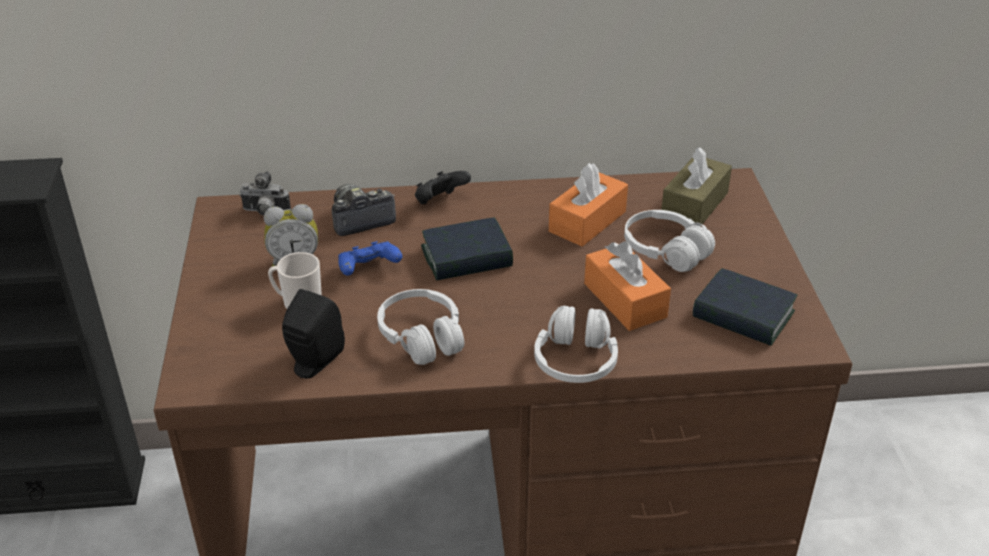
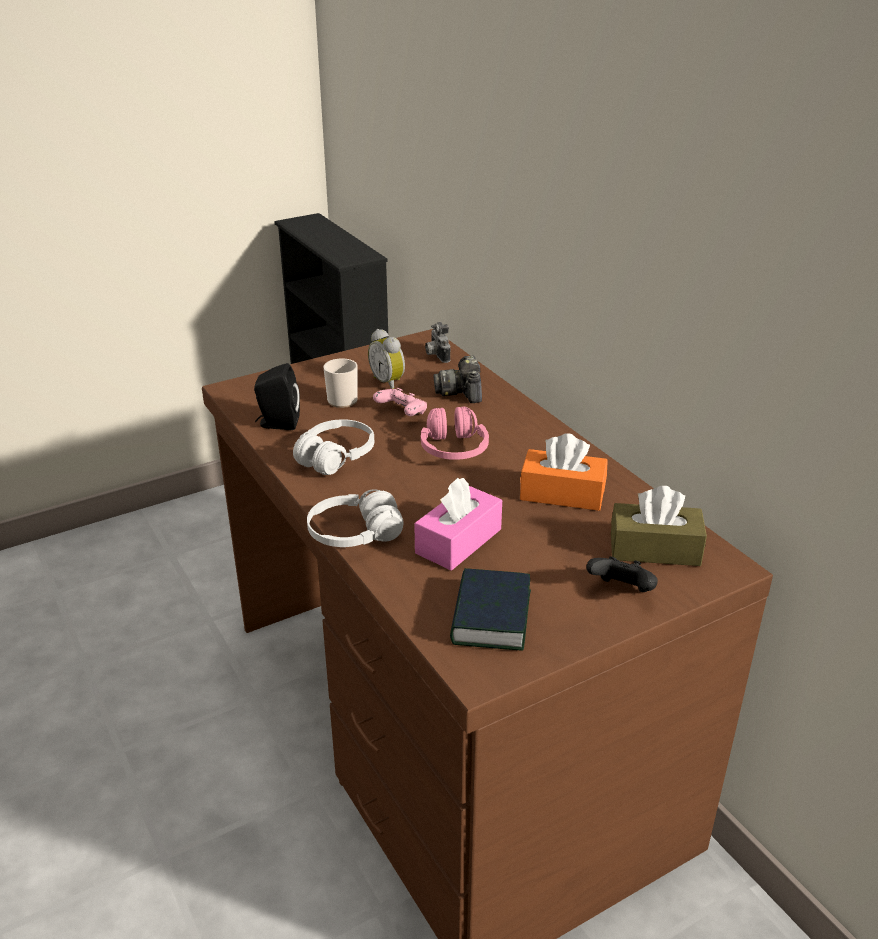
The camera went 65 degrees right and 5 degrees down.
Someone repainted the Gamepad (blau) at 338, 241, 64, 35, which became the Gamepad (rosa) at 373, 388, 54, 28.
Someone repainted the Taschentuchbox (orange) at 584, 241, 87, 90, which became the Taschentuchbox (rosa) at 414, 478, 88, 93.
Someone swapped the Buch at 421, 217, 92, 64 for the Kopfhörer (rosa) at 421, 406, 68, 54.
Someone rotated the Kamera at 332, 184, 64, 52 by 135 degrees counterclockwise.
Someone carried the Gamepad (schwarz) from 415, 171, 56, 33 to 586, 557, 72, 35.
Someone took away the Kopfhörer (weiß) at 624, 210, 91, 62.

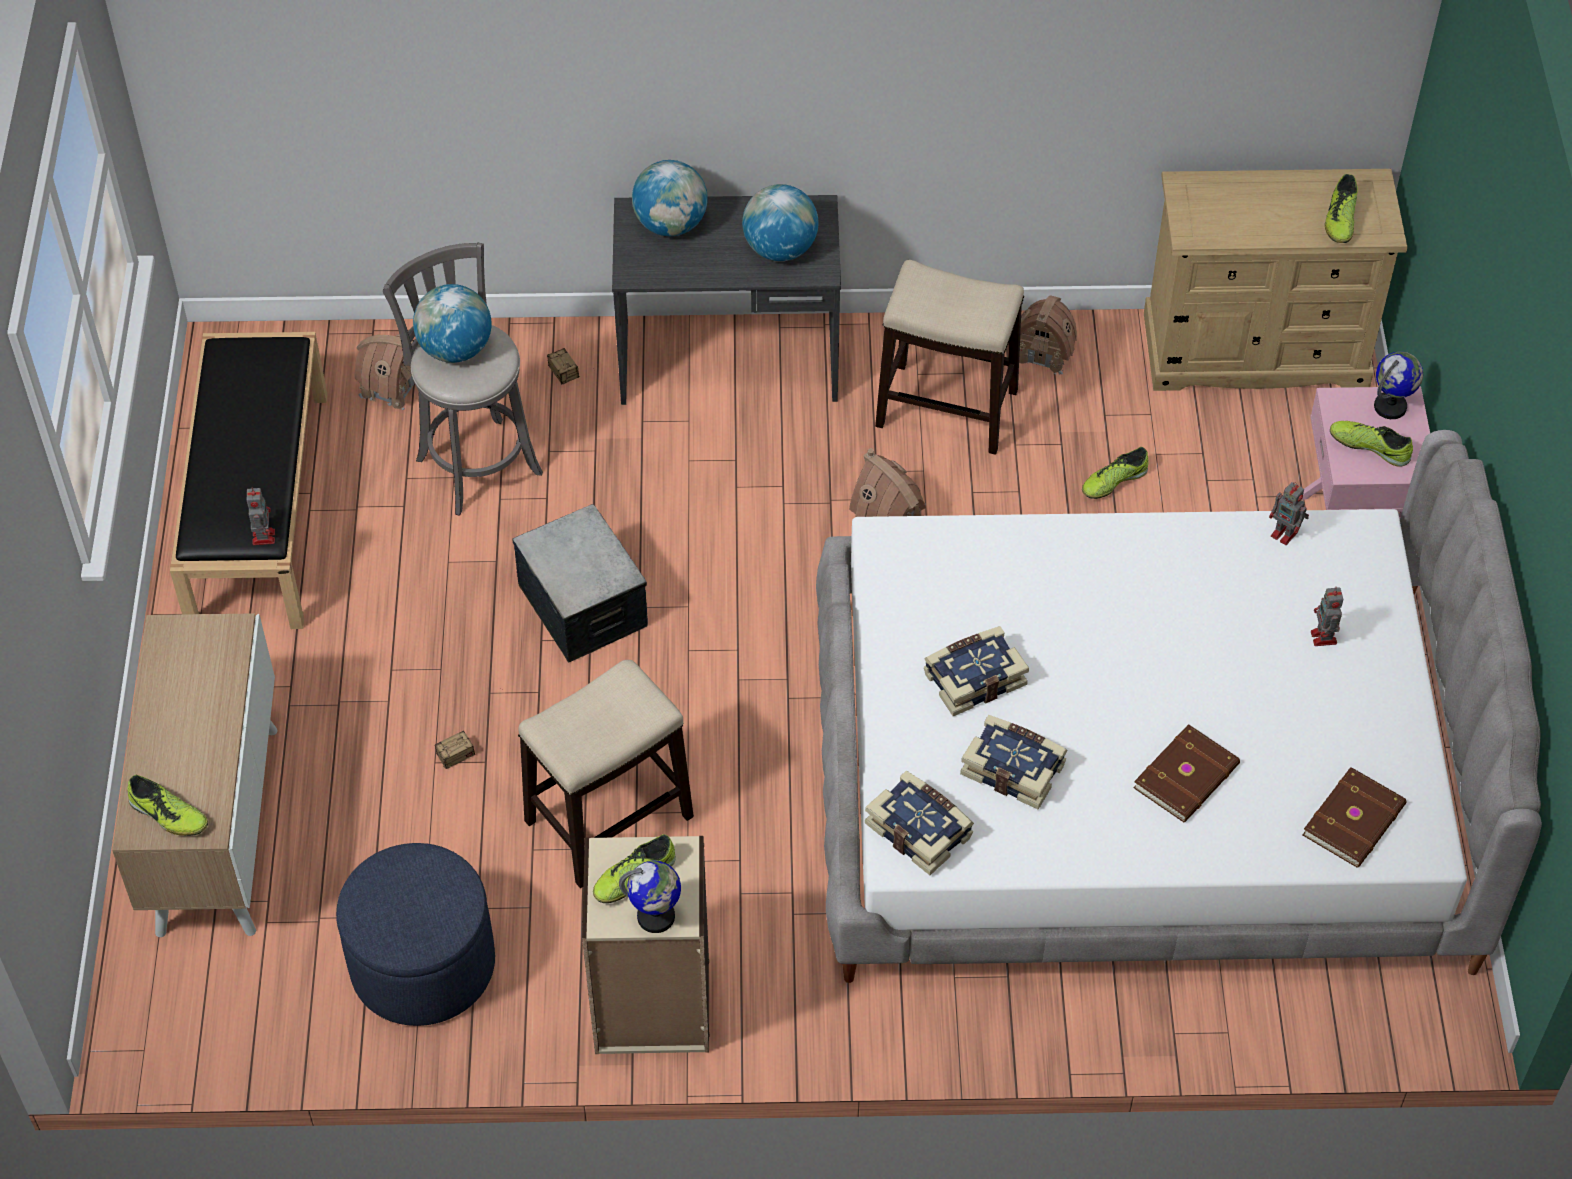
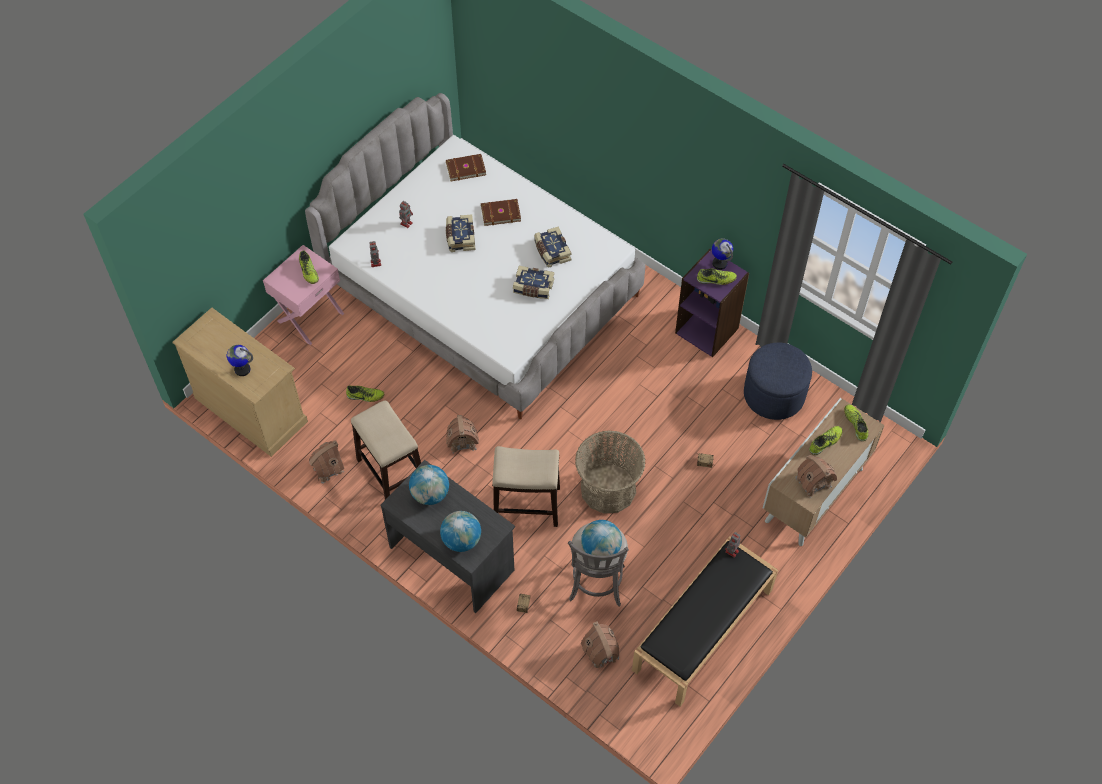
The camera went 140 degrees left and 5 degrees up.
Someone carried the Globus from 1374, 352, 49, 67 to 227, 345, 26, 31.
Someone carried the Buch from 865, 771, 109, 104 to 446, 214, 30, 38.
Someone carried the Hocker from 518, 660, 176, 228 to 492, 446, 68, 81.
Someone swapped the Aufbewahrungsbox at 512, 504, 136, 159 for the Korb at 575, 431, 70, 83.
Someone repainted the Bücherregal (beige) at 582, 836, 127, 218, which became the Bücherregal (lila) at 675, 249, 74, 108.
Someone put down the Spielzeughaus at 795, 455, 42, 43.
Someone carried the Schuh from 1325, 174, 33, 69 to 809, 426, 34, 29.

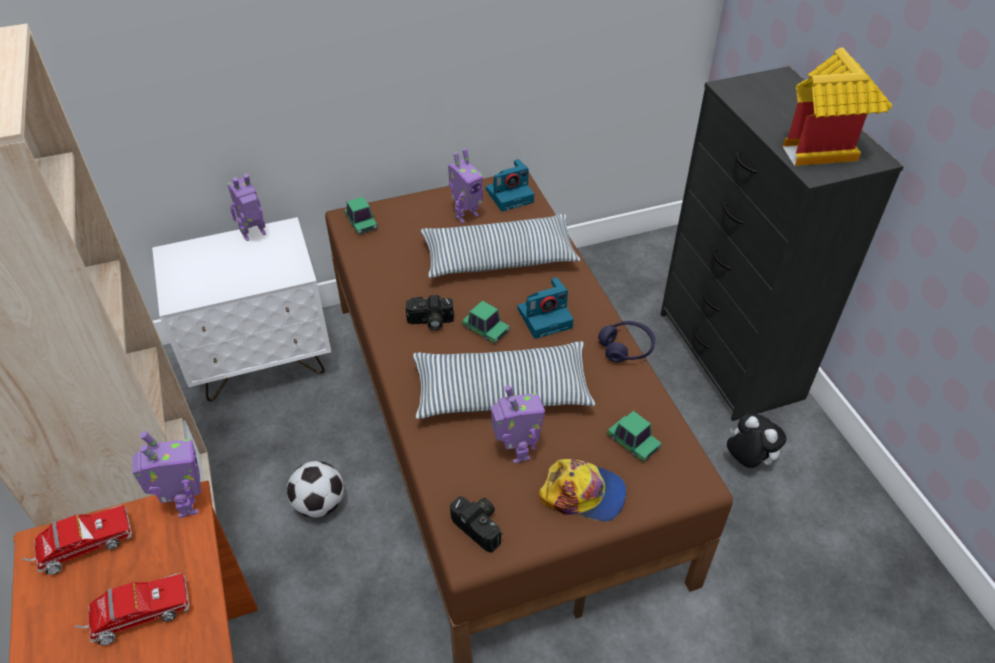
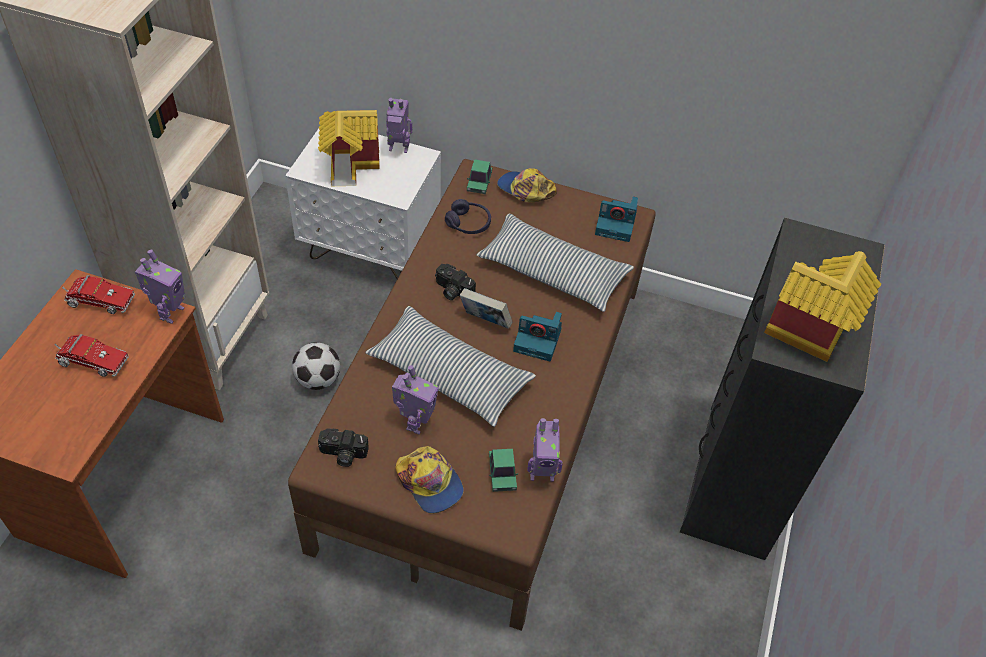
The camera went 35 degrees right and 5 degrees up.
Someone put down the Spielzeughaus at 318, 110, 62, 76.
Someone rotated the Kamera at 450, 496, 53, 57 by 105 degrees clockwise.
Someone carried the Kopfhörer (lila) from 598, 321, 57, 41 to 445, 199, 46, 35.
Someone swapped the Spielzeugauto at 462, 301, 48, 43 for the Buch at 460, 288, 53, 41.
Someone put down the Kappe at 497, 168, 60, 35.
Someone carried the Spielzeugroboter from 448, 149, 35, 74 to 527, 418, 36, 64.
Someone took away the Plüschtier at 727, 413, 59, 55.

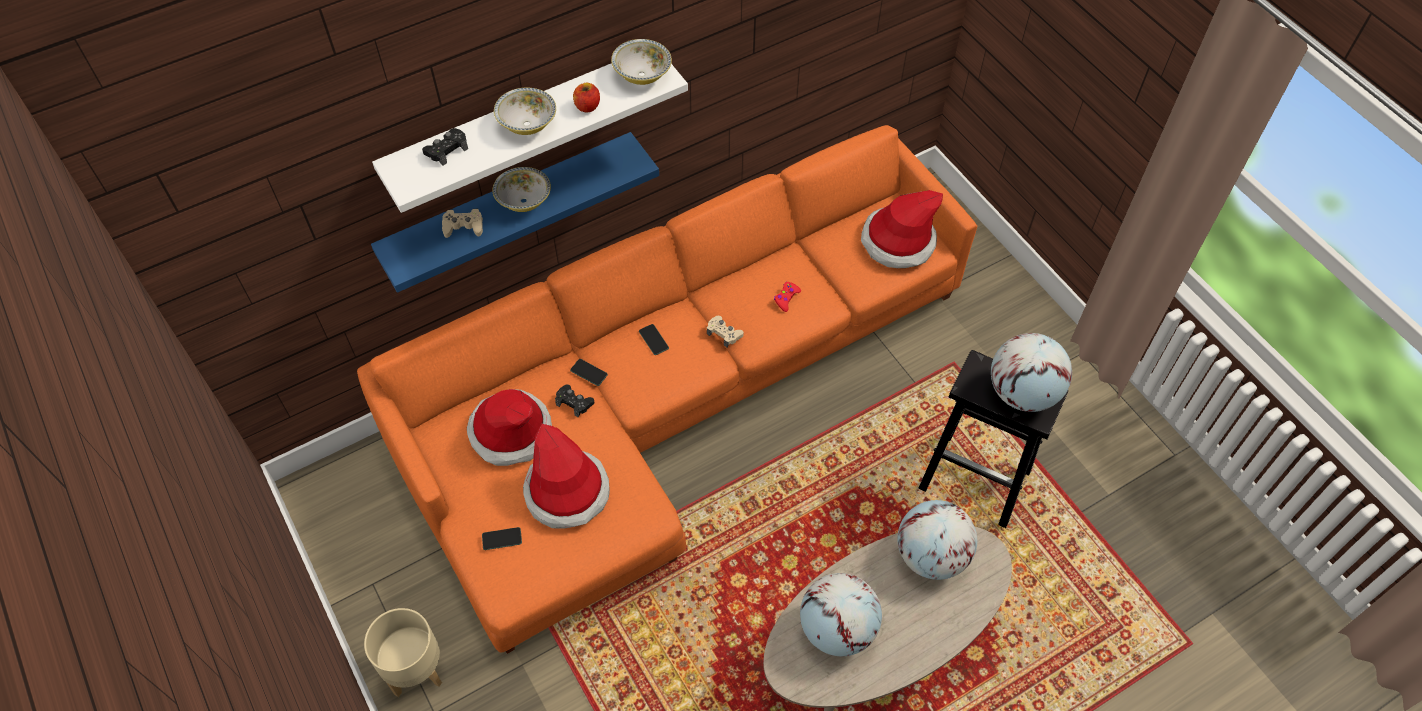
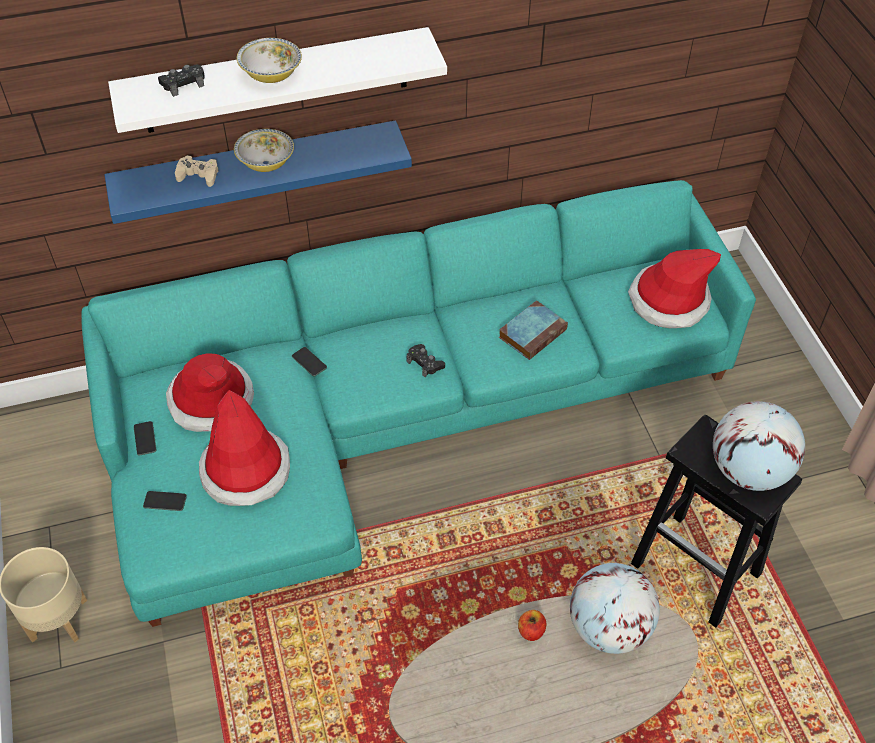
The camera went 15 degrees right and 5 degrees down.
Someone repainted the Sofa (orange) at 357, 125, 621, 529, which became the Sofa (türkis) at 82, 180, 674, 447.
Someone carried the Handy from 639, 324, 30, 31 to 134, 421, 22, 35.
Someone carried the Gamepad (schwarz) from 555, 384, 39, 33 to 406, 344, 39, 34.
Someone swapped the Gamepad (rot) at 774, 282, 27, 30 for the Buch at 499, 300, 69, 60.
Someone carried the Apfel from 573, 83, 27, 29 to 518, 610, 28, 31.
Someone took away the Schüssel at 611, 39, 61, 46.
Someone took away the Gamepad (beige) at 707, 316, 37, 31.
Someone took away the Globus at 800, 573, 82, 83.

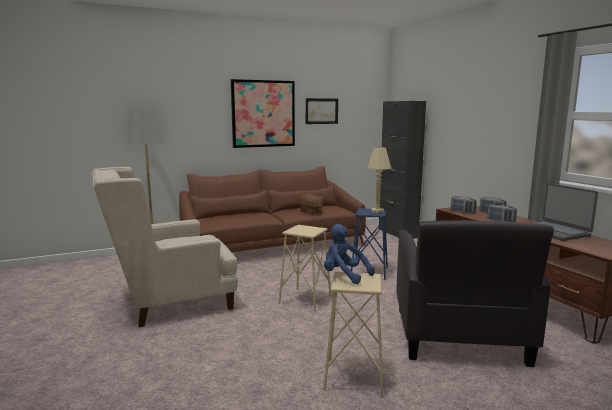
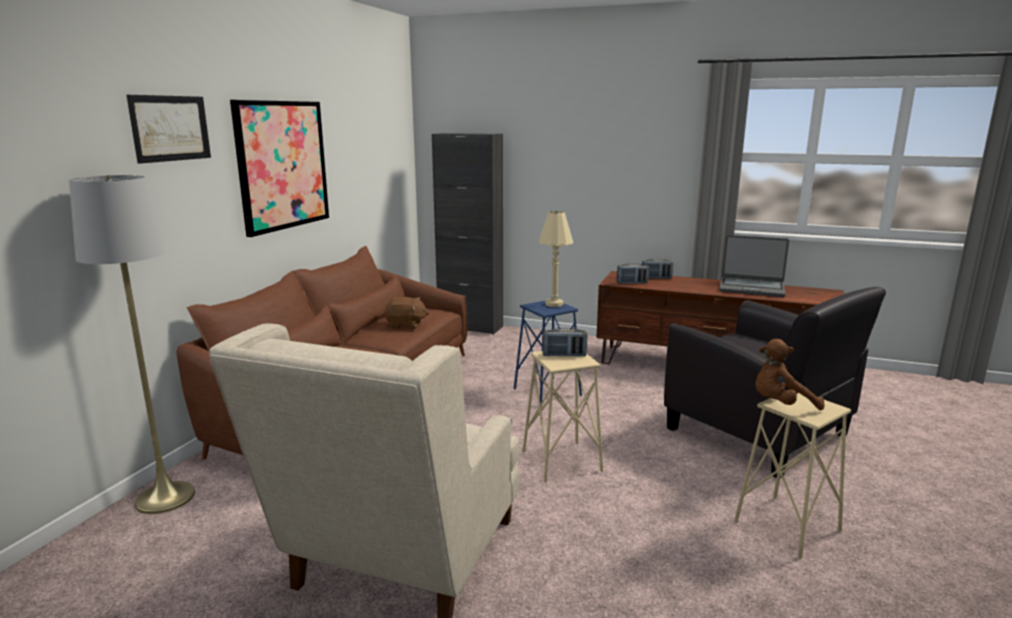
The camera went 45 degrees left and 5 degrees up.
Someone carried the Bild from 306, 98, 32, 26 to 126, 95, 85, 69.
Someone carried the Radio from 487, 204, 30, 18 to 543, 328, 44, 29.
Someone repainted the Plüschtier (blau) at 324, 224, 51, 60, which became the Plüschtier (braun) at 755, 339, 70, 71.

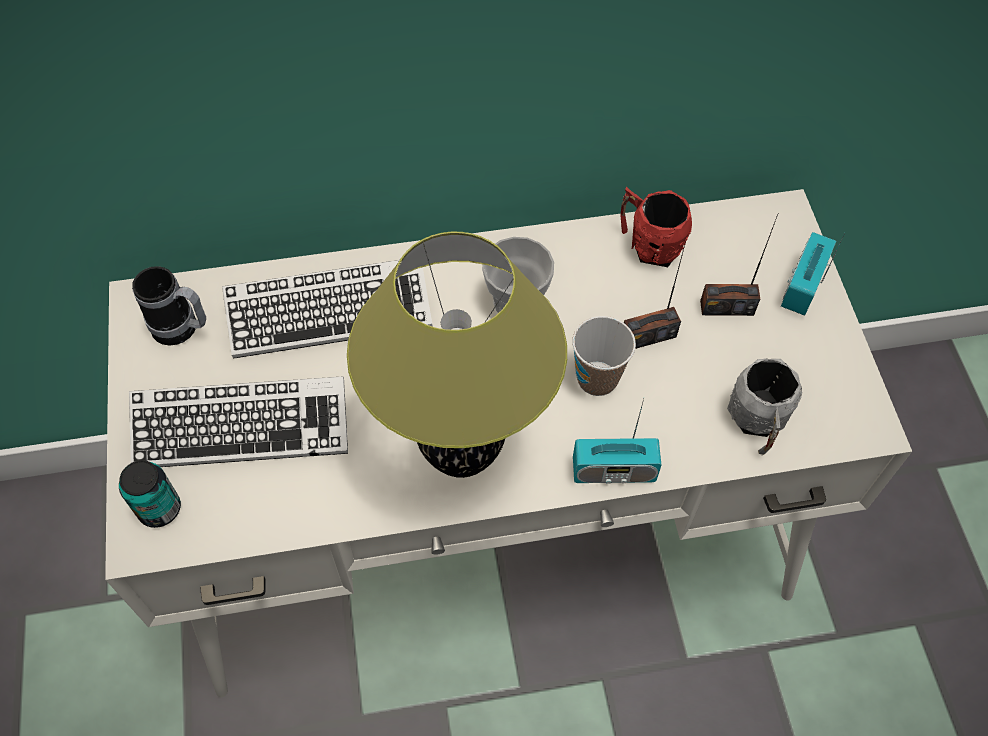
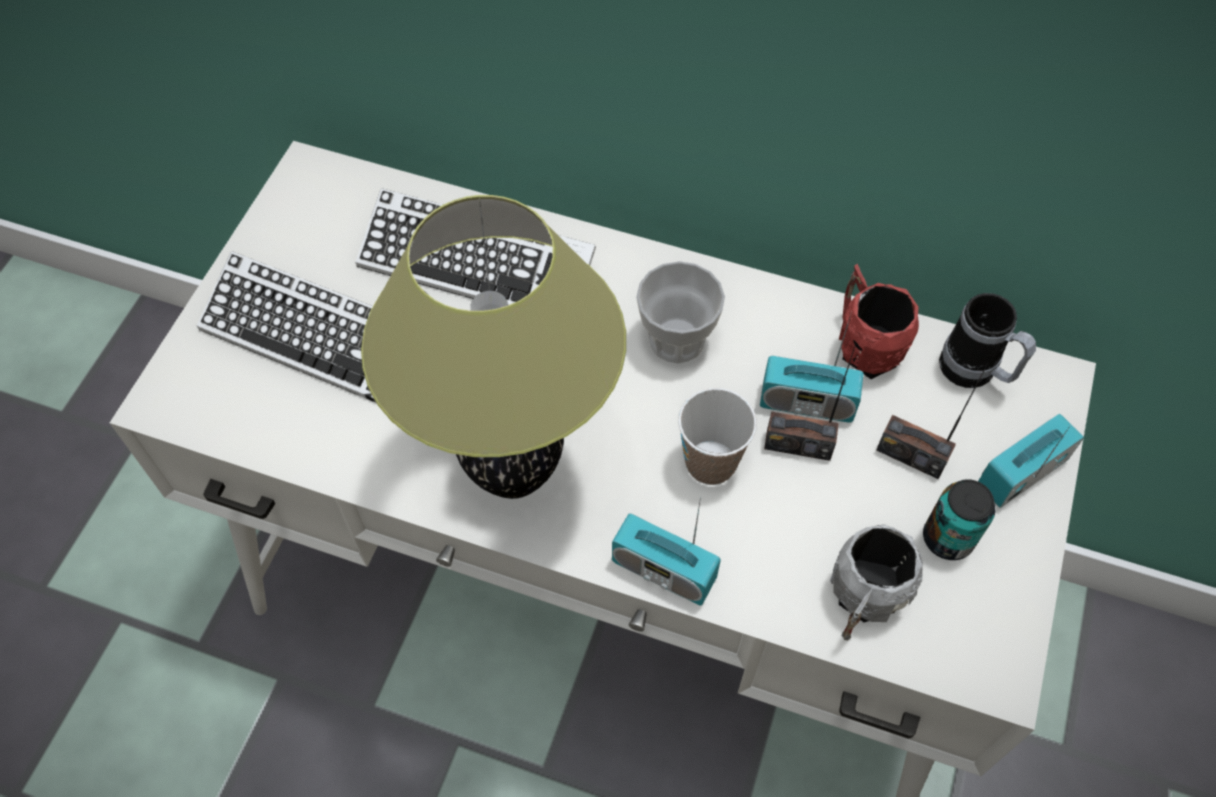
The camera went 30 degrees right and 0 degrees up.
Someone put down the Radio at 760, 311, 104, 112.
Someone carried the Dose from 119, 460, 62, 68 to 923, 479, 72, 81.
Someone carried the Henkelbecher from 132, 266, 74, 79 to 939, 293, 97, 95.

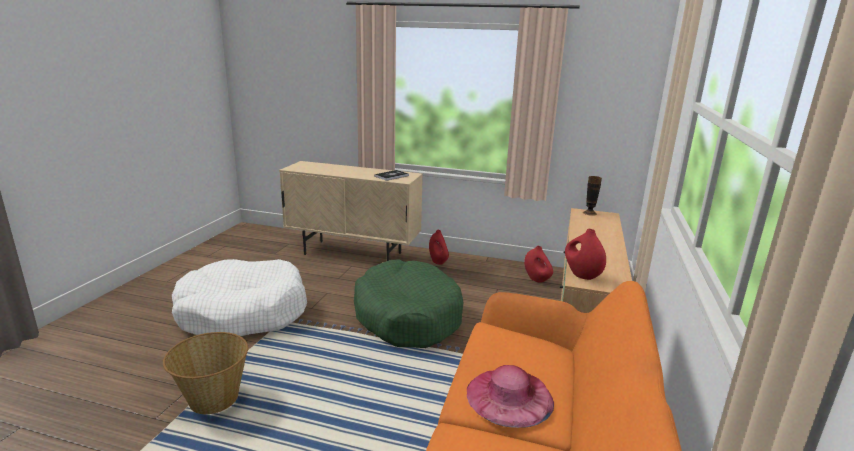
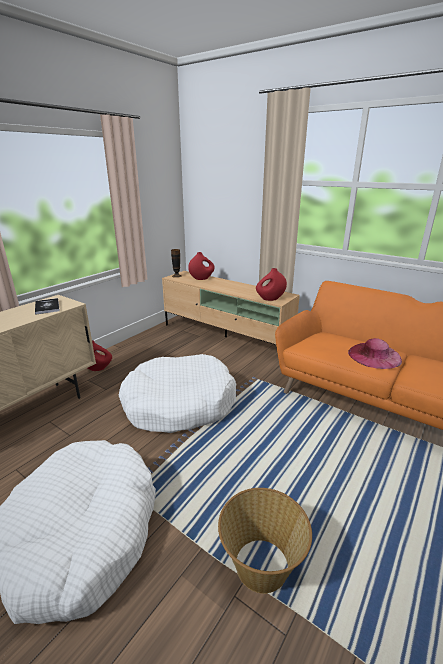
The camera went 70 degrees left and 5 degrees up.
Someone repainted the Hundebett (grün) at 354, 259, 109, 89, which became the Hundebett (weiß) at 119, 354, 117, 79.
Someone carried the Vase (rot) from 524, 246, 29, 37 to 188, 252, 27, 28.

